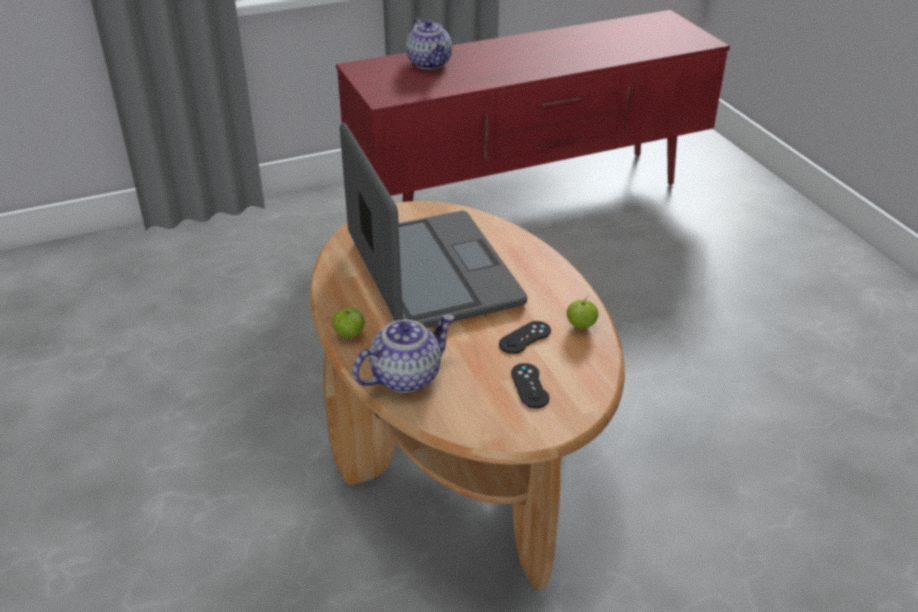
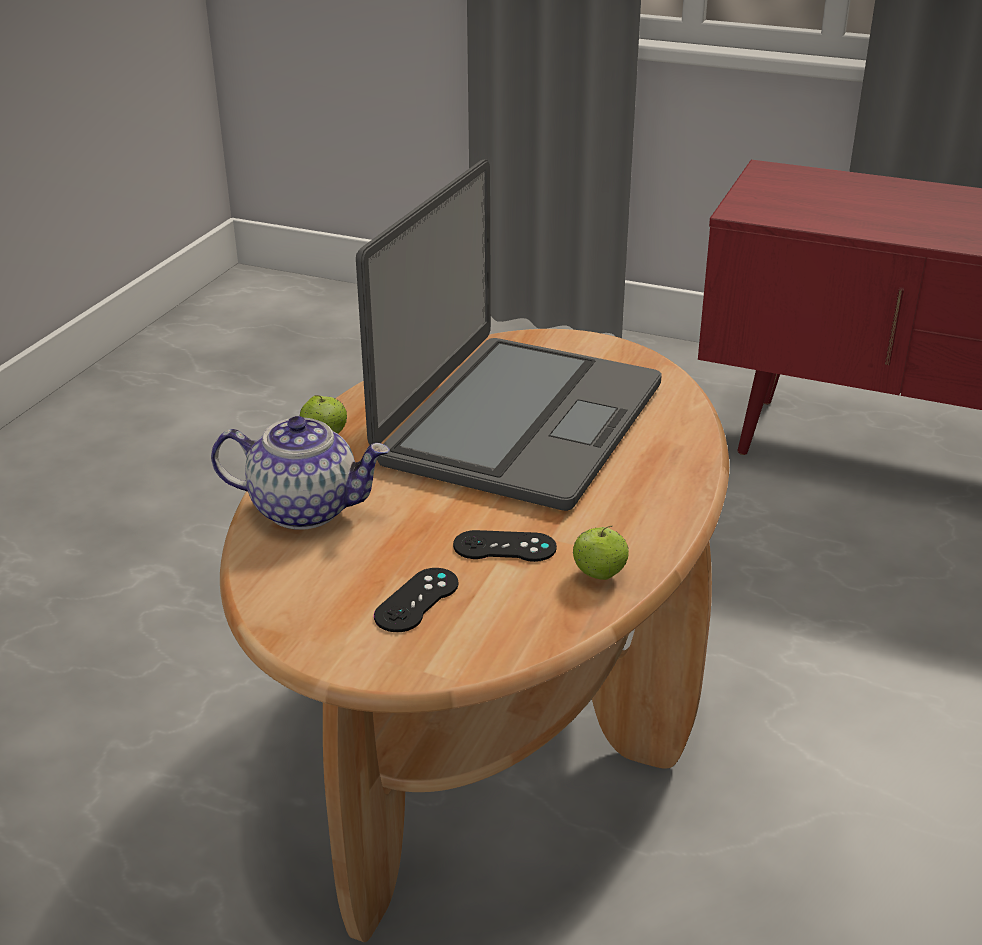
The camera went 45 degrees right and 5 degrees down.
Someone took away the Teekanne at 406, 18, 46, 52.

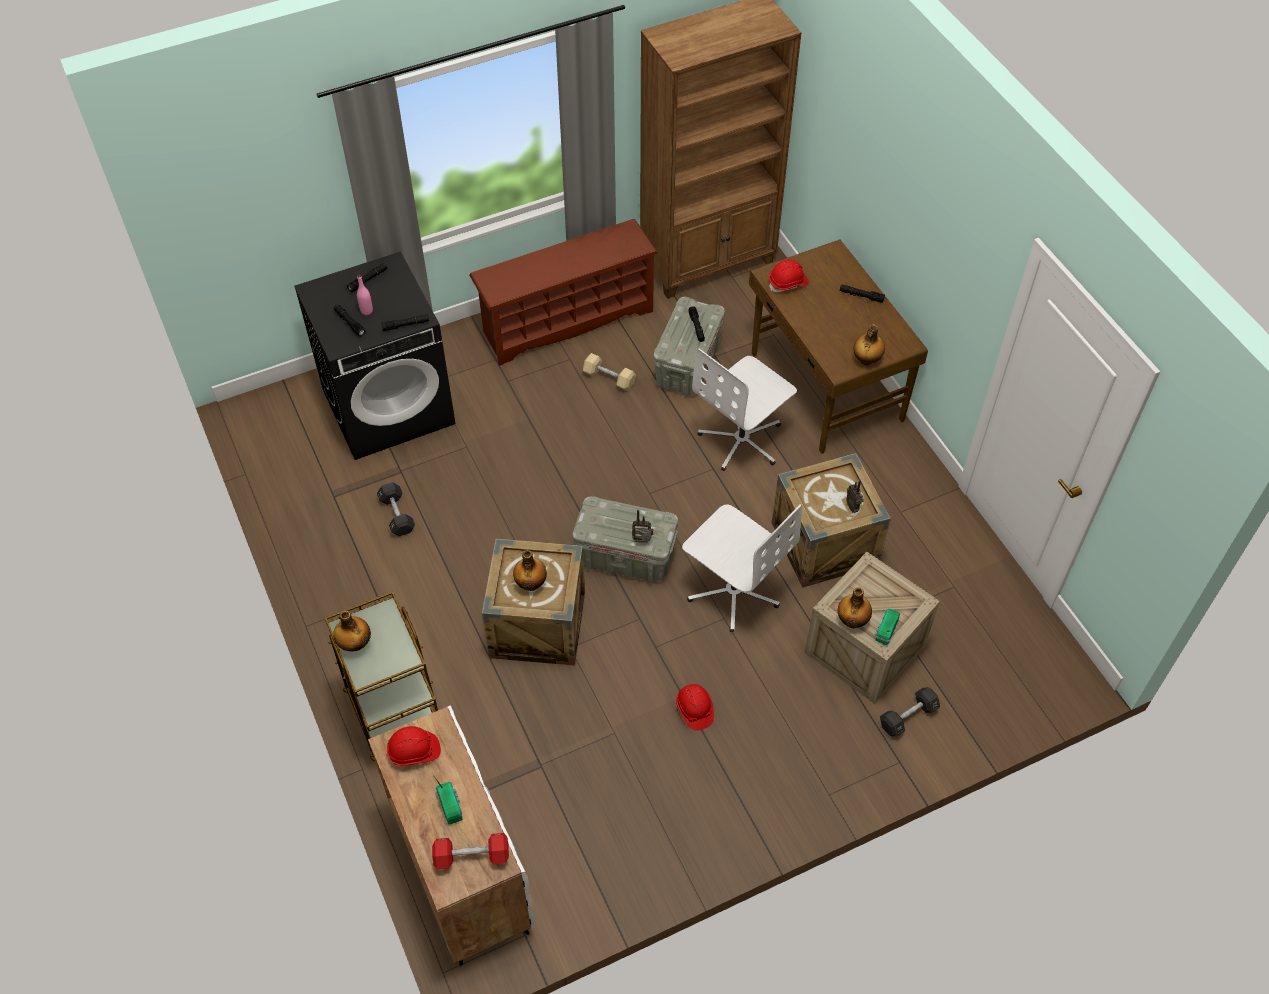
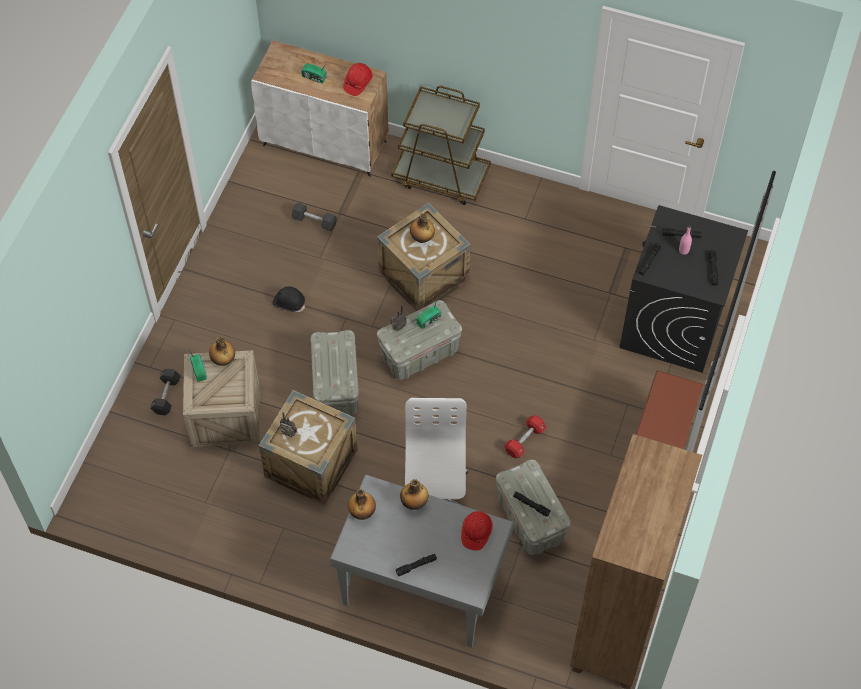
The camera went 135 degrees right and 5 degrees up.
Someone repainted the Schutzhelm (rot) at 676, 684, 38, 47, which became the Schutzhelm (schwarz) at 273, 286, 32, 26.
Someone carried the Hantel (schwarz) from 377, 482, 38, 54 to 292, 202, 45, 29.
Someone swapped the Bürostuhl (weiß) at 682, 504, 120, 128 for the Aufbewahrungsbox (grau) at 310, 330, 49, 85.
Someone repainted the Schreibtisch (braun) at 749, 239, 179, 215, which became the Schreibtisch (grau) at 330, 475, 184, 173.
Someone carried the Flasche from 333, 611, 38, 40 to 400, 479, 28, 31.
Someone put down the Radio at 416, 299, 26, 30.
Someone carried the Hantel (rot) from 432, 833, 77, 37 to 504, 415, 42, 43.
Someone took away the Hantel (beige) at 583, 353, 53, 38.

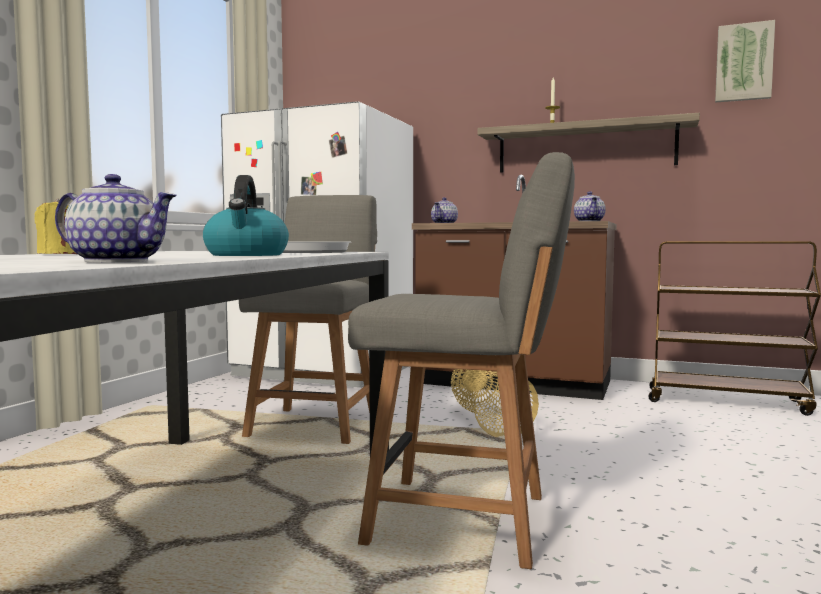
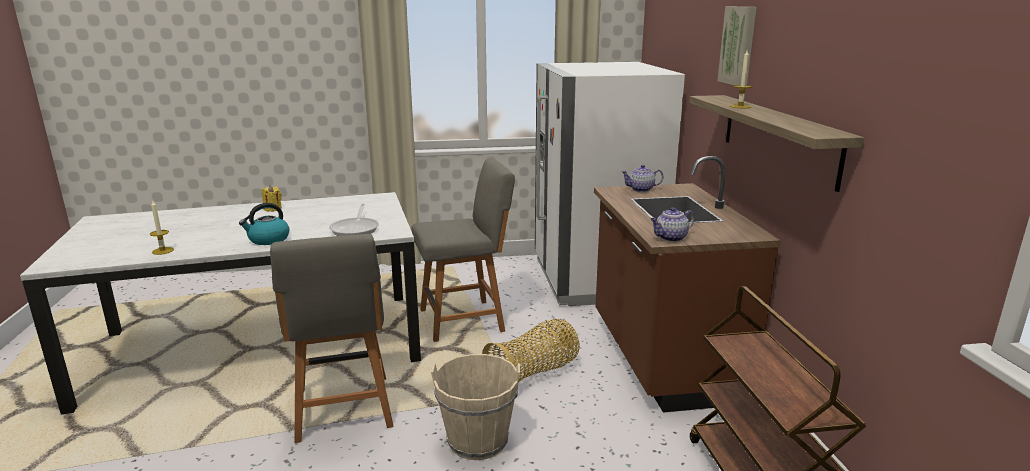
The camera went 60 degrees right and 15 degrees up.
Someone swapped the Teekanne at 55, 174, 121, 88 for the Kerze at 150, 201, 24, 54.
Someone put down the Eimer (beige) at 431, 354, 89, 106.
Someone carried the Bild from 715, 20, 60, 83 to 718, 7, 38, 78.

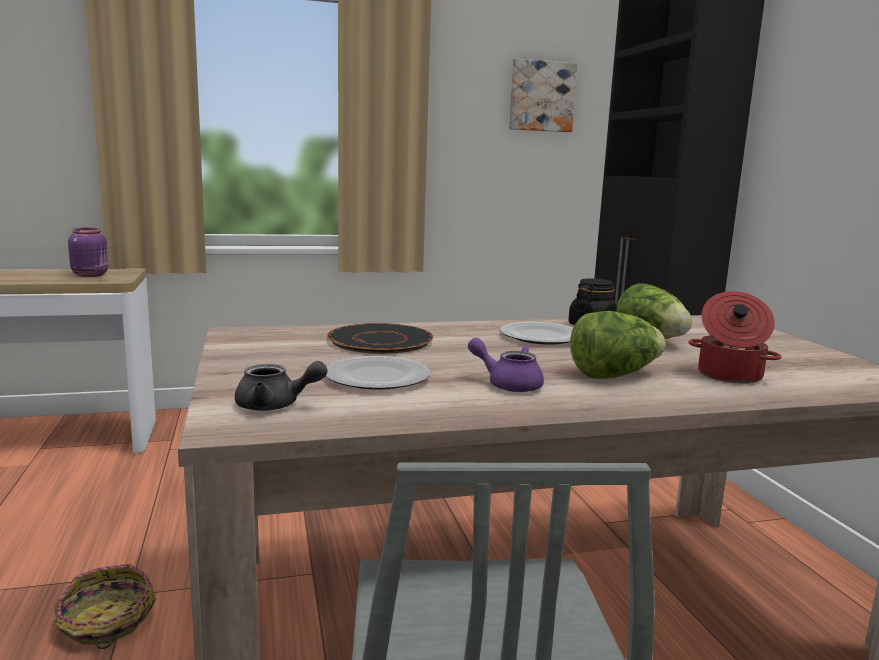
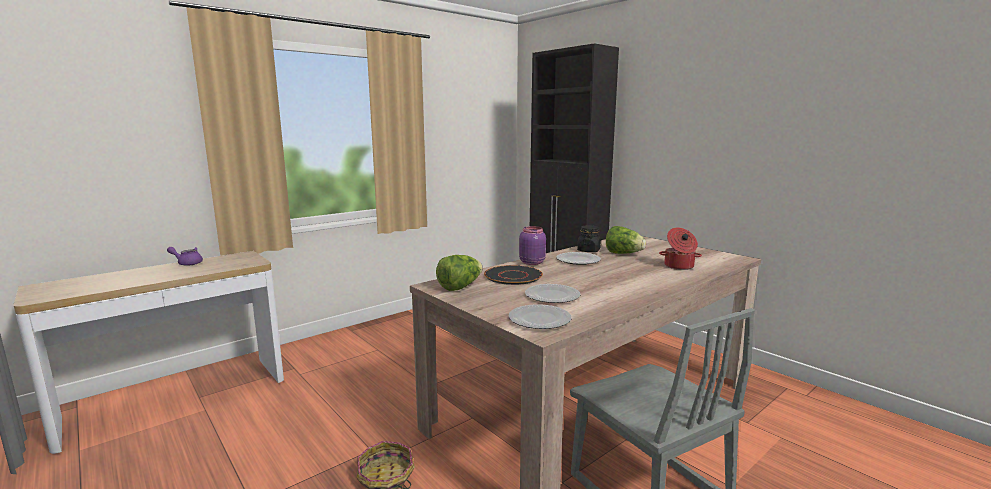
The camera went 25 degrees left and 0 degrees up.
Someone carried the Teekanne (lila) from 468, 338, 76, 54 to 167, 247, 36, 19.
Someone carried the Salatkopf from 570, 311, 96, 68 to 436, 255, 47, 36.
Someone swapped the Teekanne (grau) at 235, 361, 92, 50 for the Teller at 508, 304, 64, 25.
Someone carried the Vorratsglas (lila) from 68, 228, 41, 49 to 519, 226, 27, 39.
Someone took away the Bild at 509, 59, 69, 73.

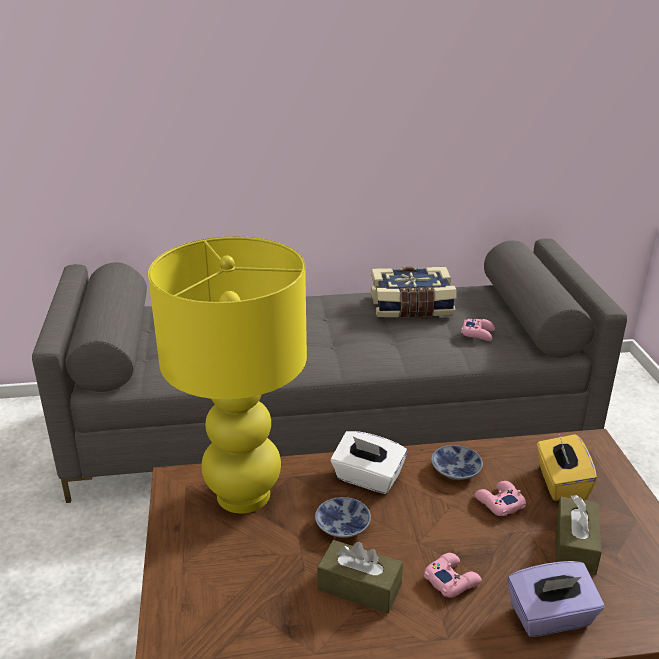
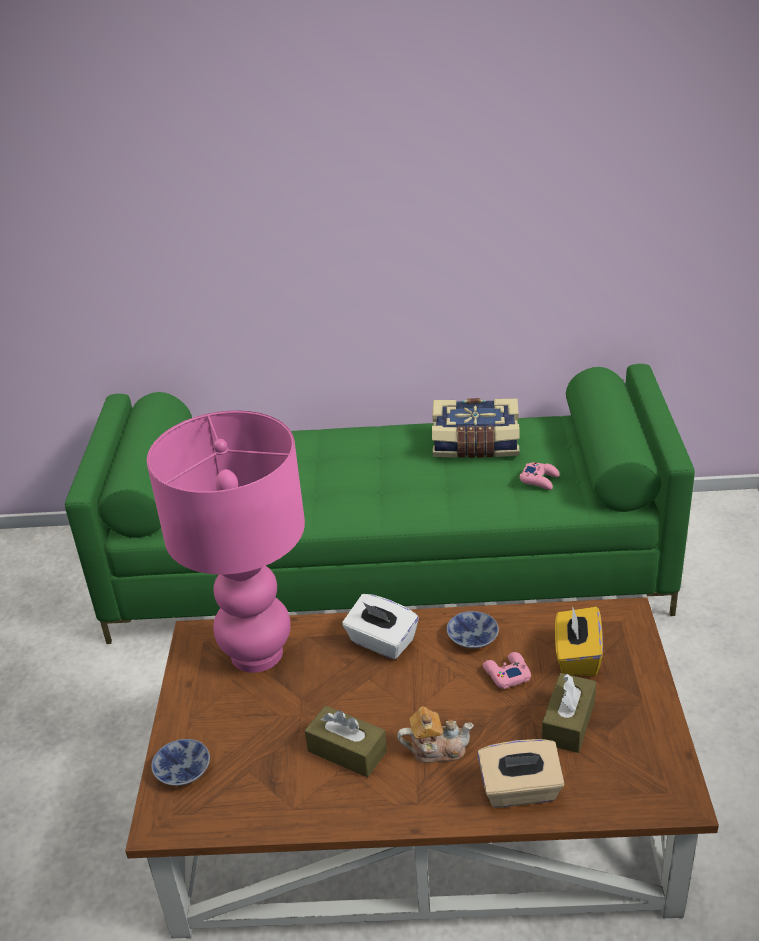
The camera went 10 degrees right and 5 degrees up.
Someone repainted the Sofa (grau) at 32, 238, 595, 265, which became the Sofa (grün) at 65, 364, 630, 280.
Someone repainted the Tischlampe (gelb) at 148, 236, 159, 278, which became the Tischlampe (rosa) at 147, 410, 158, 263.
Someone carried the Schüssel from 315, 497, 56, 41 to 151, 739, 59, 47.
Someone swapped the Gamepad (rosa) at 424, 553, 58, 45 for the Teekanne at 397, 707, 77, 56.
Someone repainted the Taschentuchbox (lila) at 508, 561, 96, 76, which became the Taschentuchbox (beige) at 477, 739, 88, 69.

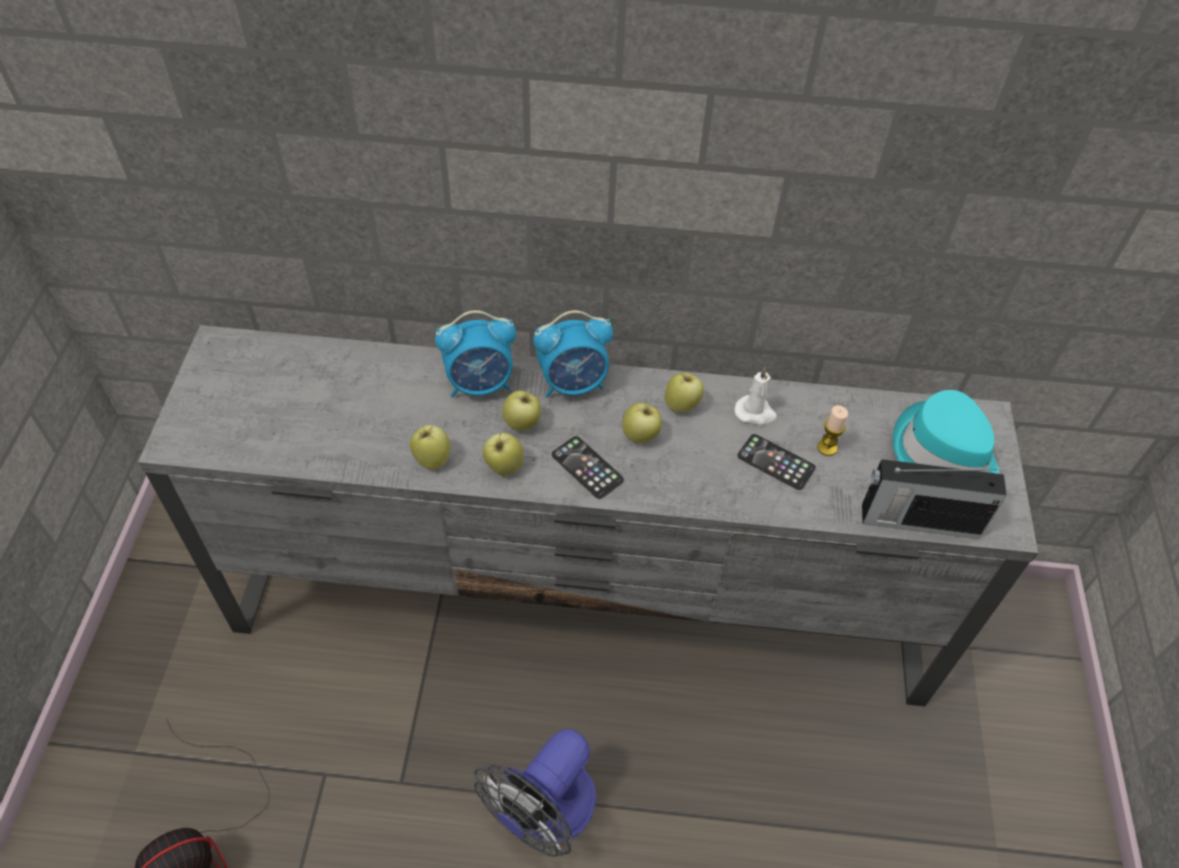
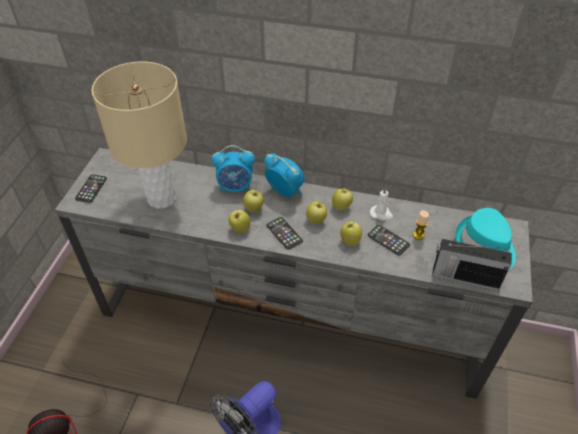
The camera went 10 degrees right and 5 degrees down.
Someone put down the Handy at 75, 174, 32, 29.
Someone put down the Tischlampe (beige) at 91, 62, 96, 147.
Someone rotated the Wecker at 533, 310, 80, 88 by 135 degrees counterclockwise.
Someone carried the Apfel from 410, 425, 40, 45 to 340, 221, 22, 25.

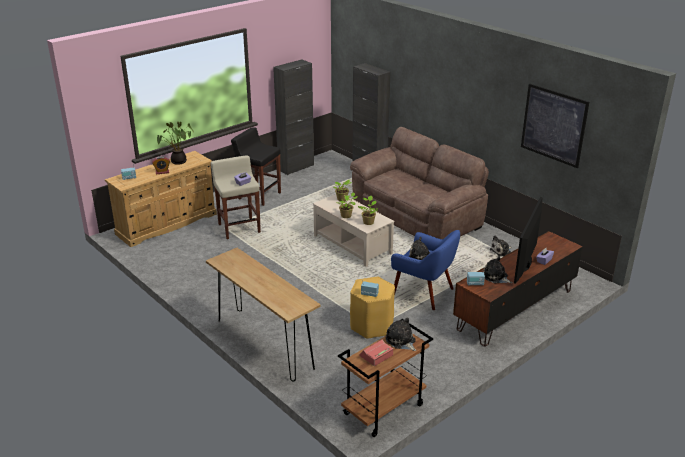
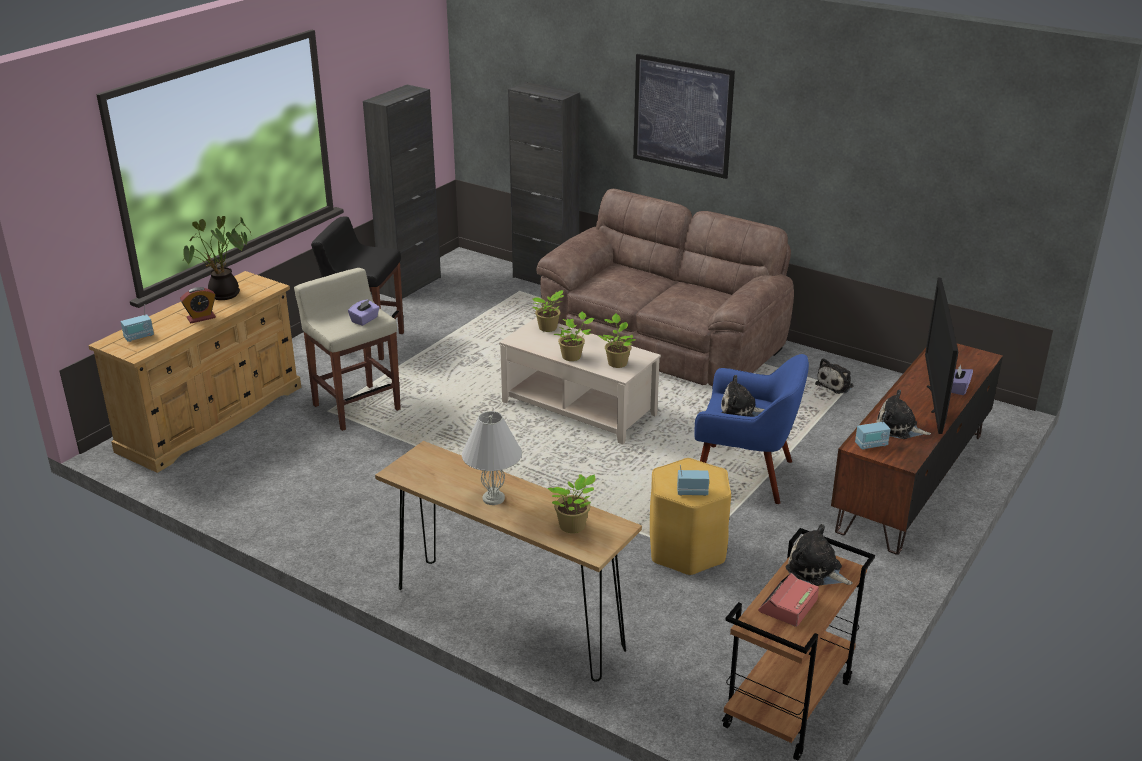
The camera went 15 degrees left and 0 degrees up.
Someone put down the Tischlampe (weiß) at 462, 411, 60, 94.
Someone put down the Topfpflanze at 547, 474, 49, 59.
Someone carried the Bild from 521, 84, 68, 84 to 633, 54, 102, 125.

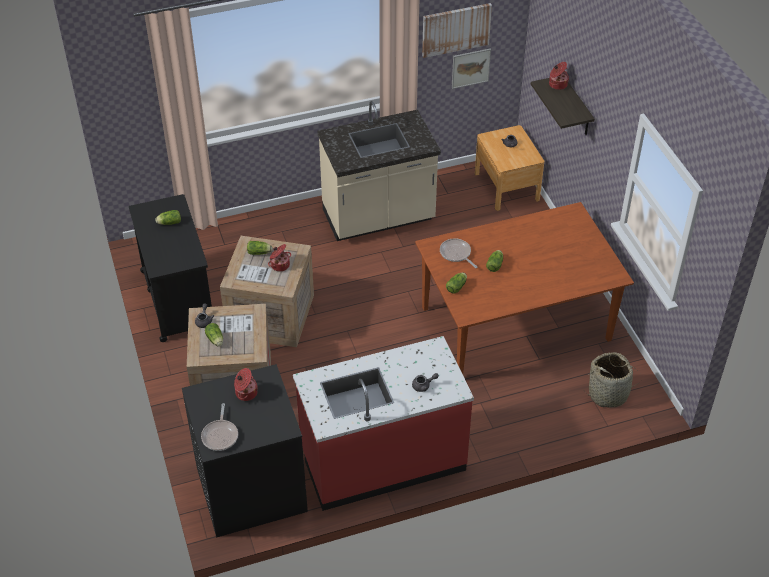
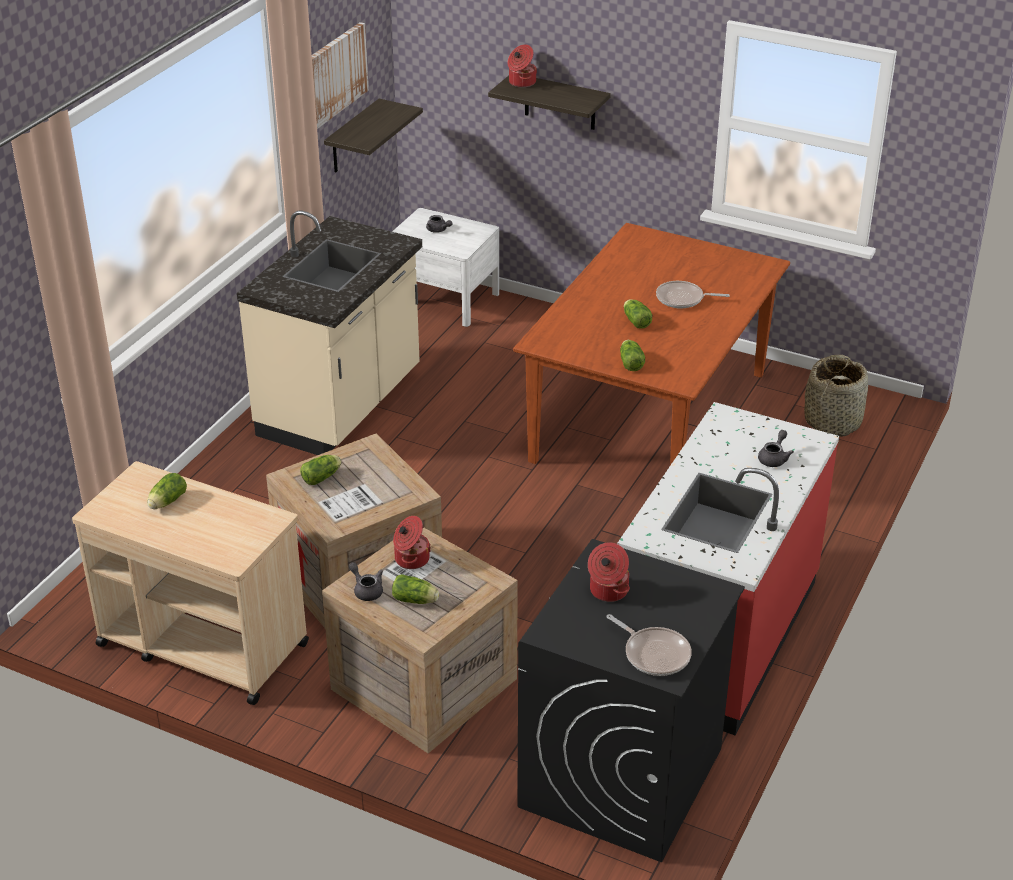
The camera went 45 degrees left and 10 degrees down.
Someone repainted the Rollwagen (schwarz) at 129, 194, 83, 148, which became the Rollwagen (beige) at 72, 461, 237, 244.
Someone swapped the Bild at 452, 49, 39, 40 for the Wandregal at 324, 99, 99, 73.
Someone repainted the Nachttisch (braun) at 475, 125, 69, 86, which became the Nachttisch (weiß) at 392, 208, 107, 119.
Someone carried the Kochtopf from 268, 244, 23, 28 to 393, 516, 38, 53.
Someone carried the Pfanne from 440, 238, 37, 30 to 656, 281, 74, 28.

